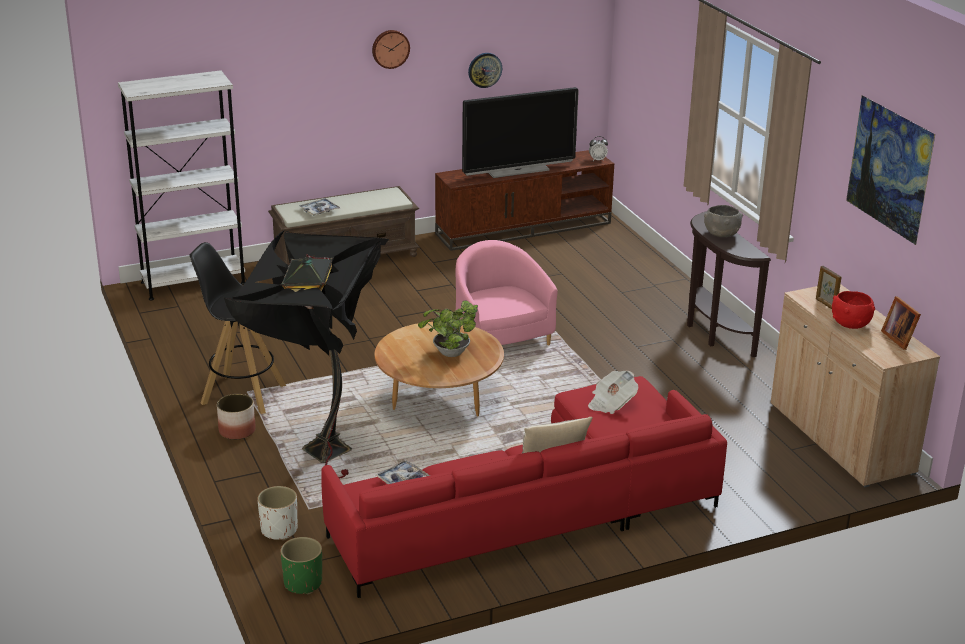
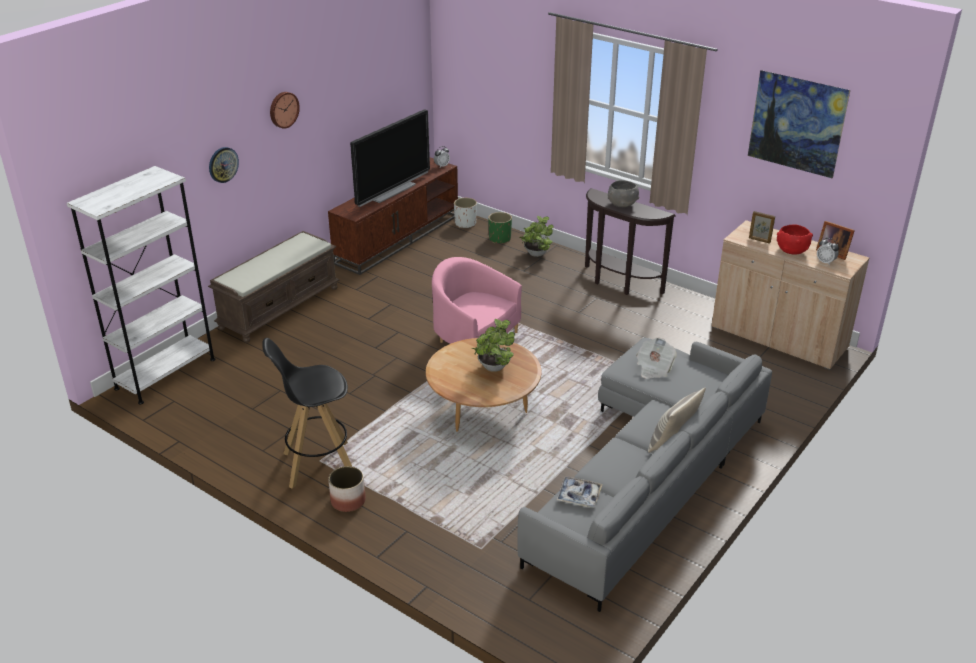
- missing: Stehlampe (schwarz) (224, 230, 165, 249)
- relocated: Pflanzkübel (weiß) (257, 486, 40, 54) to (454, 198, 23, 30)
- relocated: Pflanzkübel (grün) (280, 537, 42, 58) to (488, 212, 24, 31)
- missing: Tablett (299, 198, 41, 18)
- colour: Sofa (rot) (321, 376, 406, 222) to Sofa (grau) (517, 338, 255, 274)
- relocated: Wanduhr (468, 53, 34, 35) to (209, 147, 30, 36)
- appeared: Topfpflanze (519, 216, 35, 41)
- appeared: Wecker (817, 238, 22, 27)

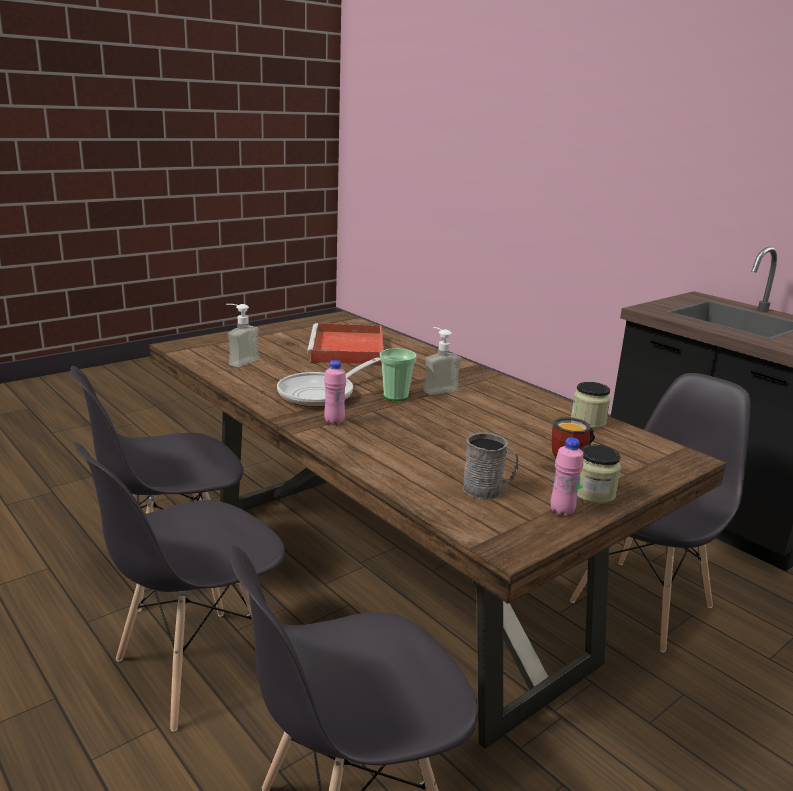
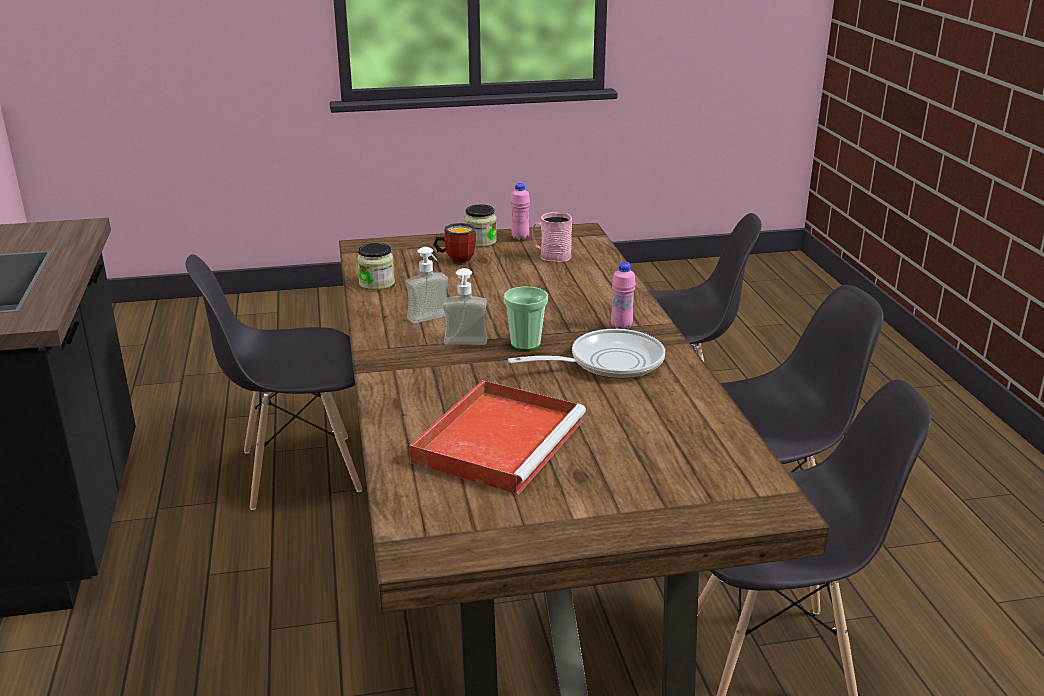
- relocated: Seifenspender (226, 304, 33, 63) to (405, 247, 43, 76)
- colour: Henkelbecher (grau) (463, 433, 55, 66) to Henkelbecher (rosa) (532, 212, 40, 50)

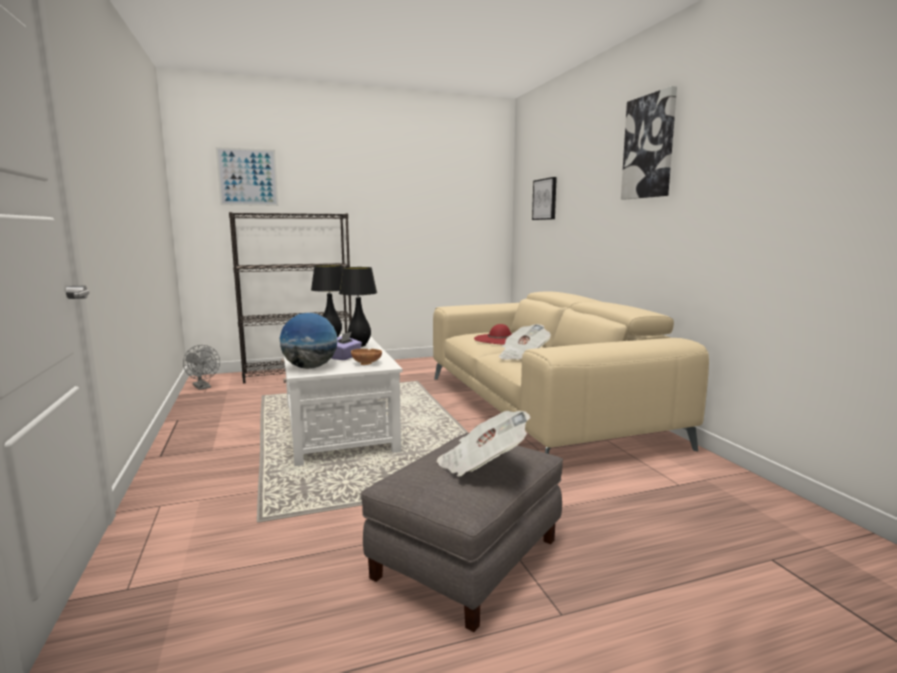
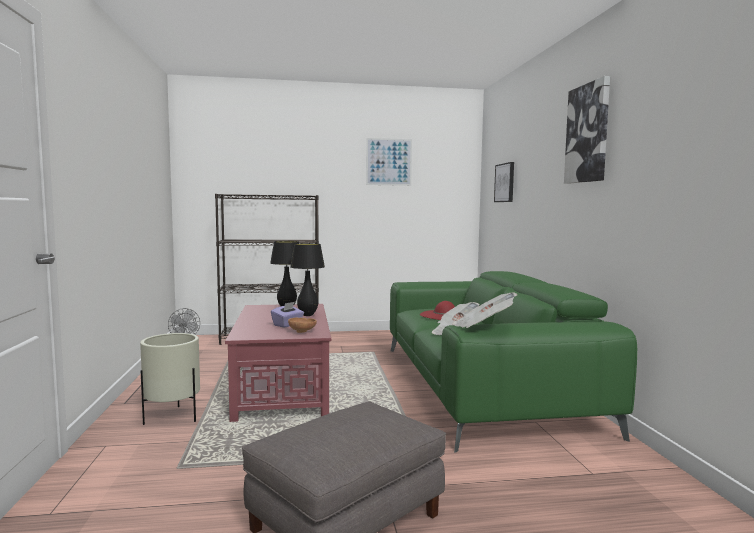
- relocated: Bild (216, 147, 63, 59) to (366, 138, 46, 48)
- missing: Globus (280, 313, 57, 56)
- colour: Couchtisch (weiß) (281, 334, 122, 132) to Couchtisch (rot) (225, 304, 106, 118)
- colour: Sofa (beige) (433, 292, 276, 162) to Sofa (grün) (390, 271, 247, 182)
- relocated: Zeitung (437, 411, 94, 66) to (453, 292, 64, 36)
- appeared: Pflanzkübel (beige) (140, 333, 60, 92)

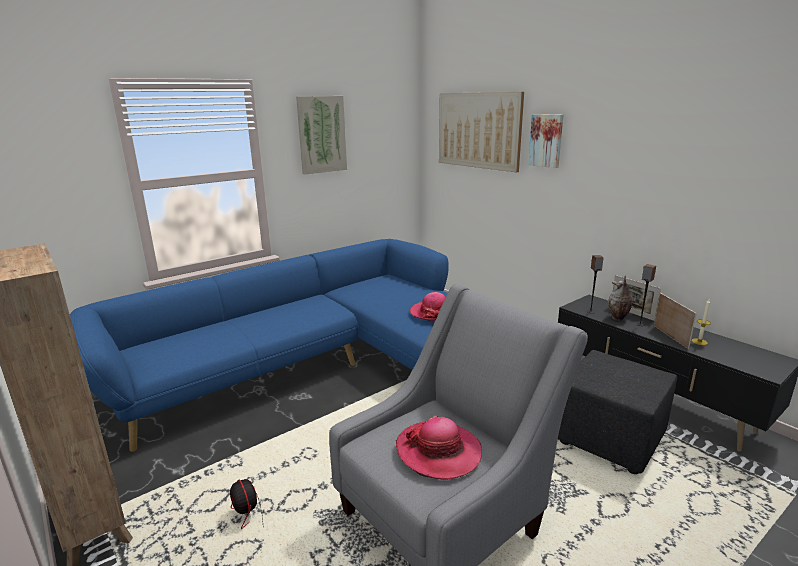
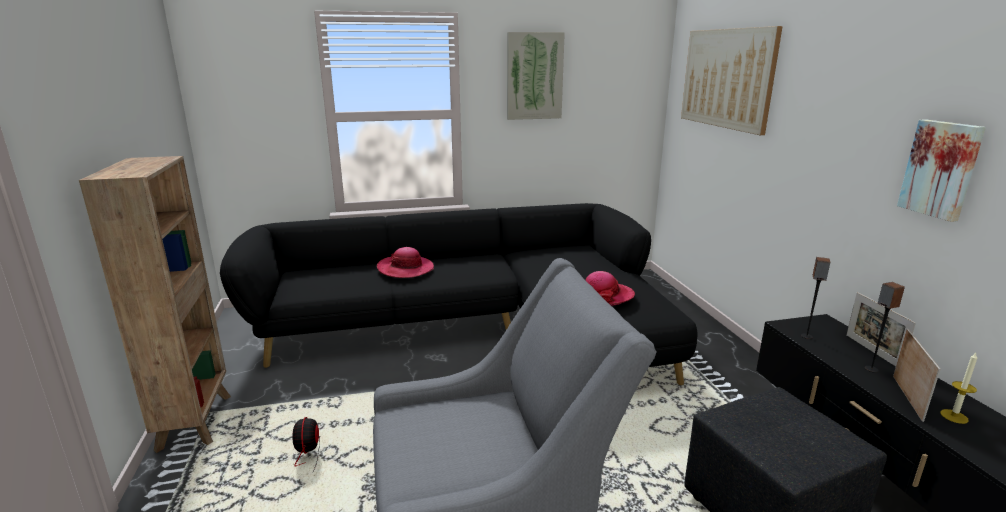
- colour: Sofa (blau) (70, 239, 379, 213) to Sofa (schwarz) (220, 203, 477, 182)
- relocated: Hut (396, 416, 86, 64) to (377, 247, 57, 31)
- relocated: Bild (528, 114, 36, 54) to (897, 119, 89, 103)
- missing: Vase (608, 276, 25, 45)

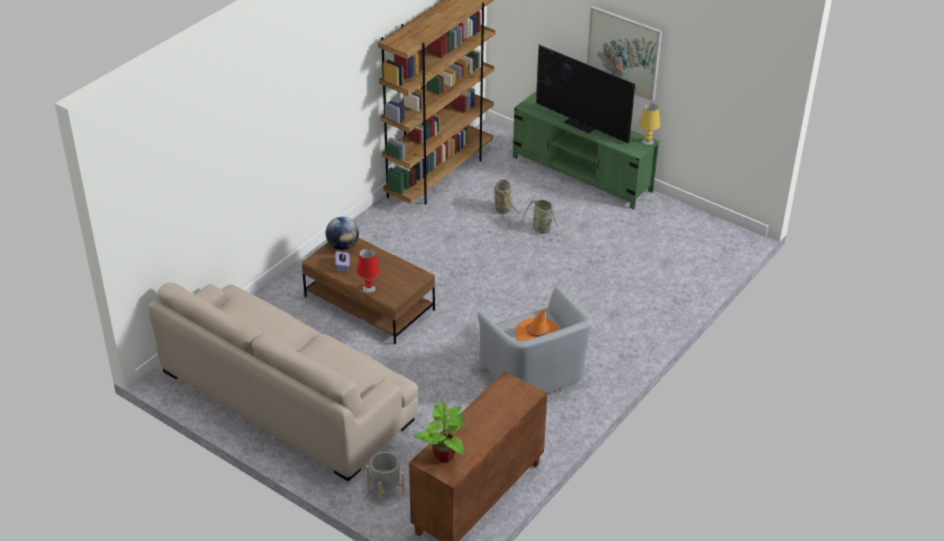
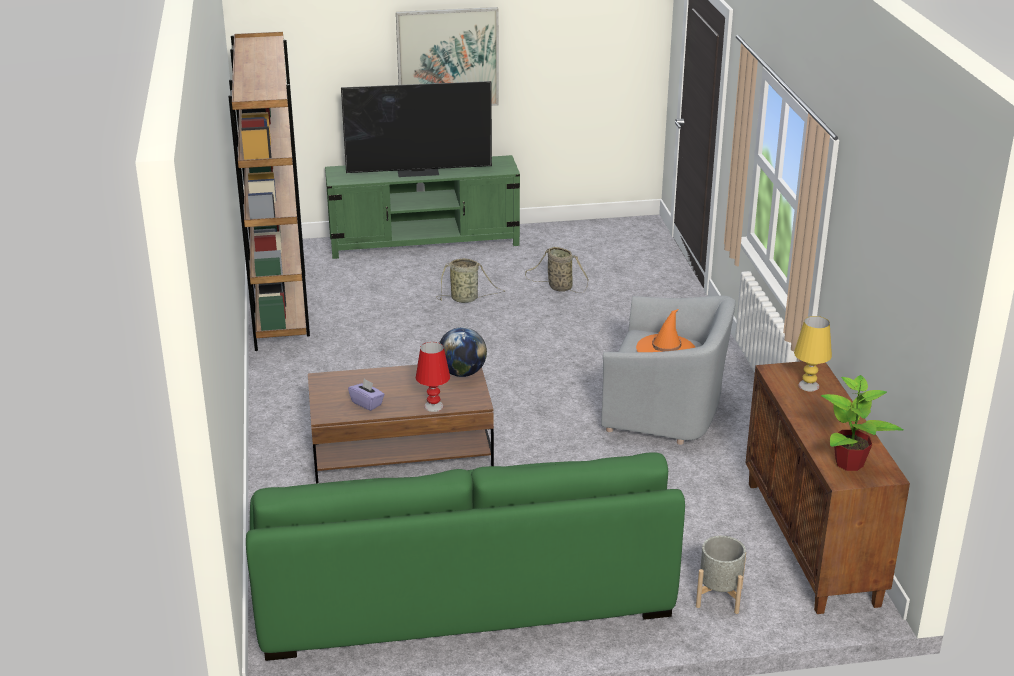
- colour: Sofa (beige) (148, 282, 270, 200) to Sofa (grün) (246, 452, 439, 209)
- relocated: Globus (326, 217, 33, 33) to (439, 327, 48, 50)
- relocated: Korb (493, 179, 26, 41) to (525, 247, 64, 46)
- relocated: Tischlampe (gelb) (639, 103, 21, 42) to (794, 316, 38, 75)

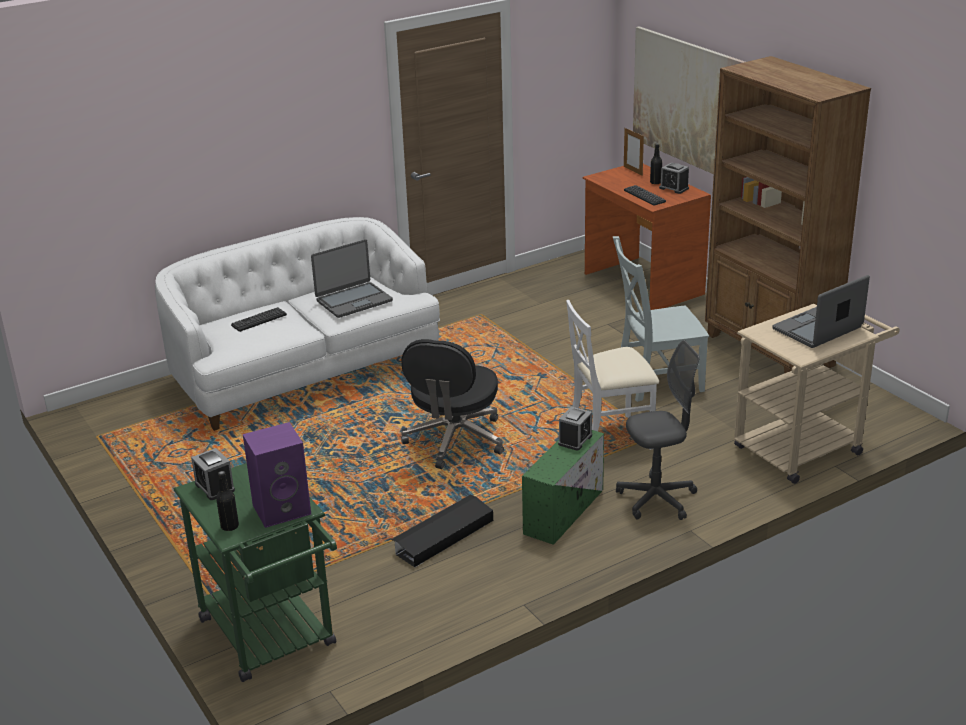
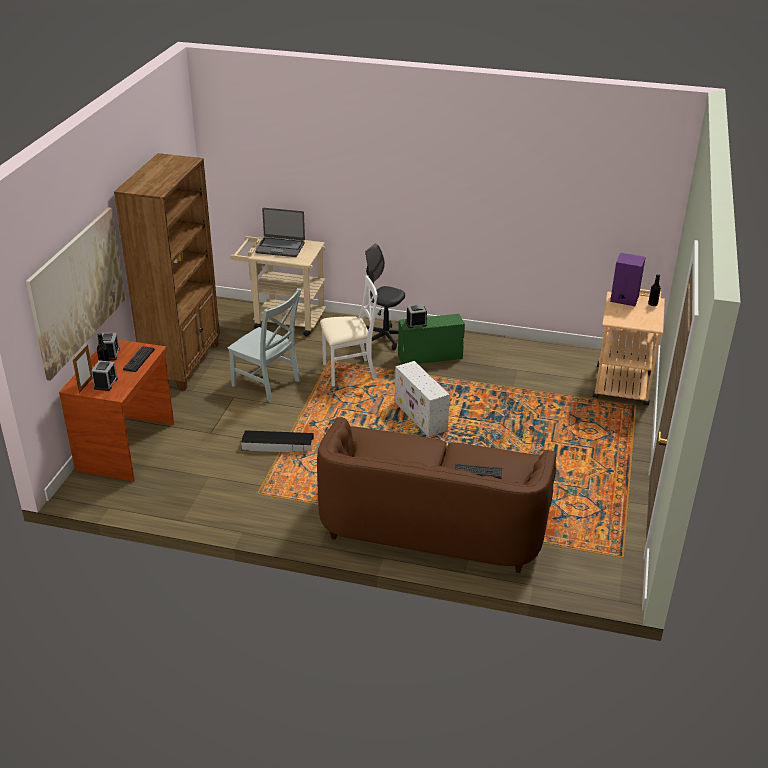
- colour: Sofa (weiß) (155, 217, 285, 214) to Sofa (braun) (317, 417, 239, 156)
- colour: Rollwagen (grün) (174, 463, 163, 219) to Rollwagen (beige) (593, 289, 72, 116)
- relocated: Wecker (191, 448, 44, 52) to (91, 360, 27, 31)
- missing: Laptop (311, 239, 82, 79)
- relocated: Aufbewahrungsbox (schwarz) (391, 494, 102, 73) to (241, 430, 73, 22)
- exchanged: Bürostuhl (schwarz) (401, 339, 103, 130) to Aufbewahrungsbox (weiß) (395, 361, 55, 76)
- spun: Stuhl (weiß) (566, 300, 93, 150) = (320, 276, 57, 111) 45 degrees counterclockwise

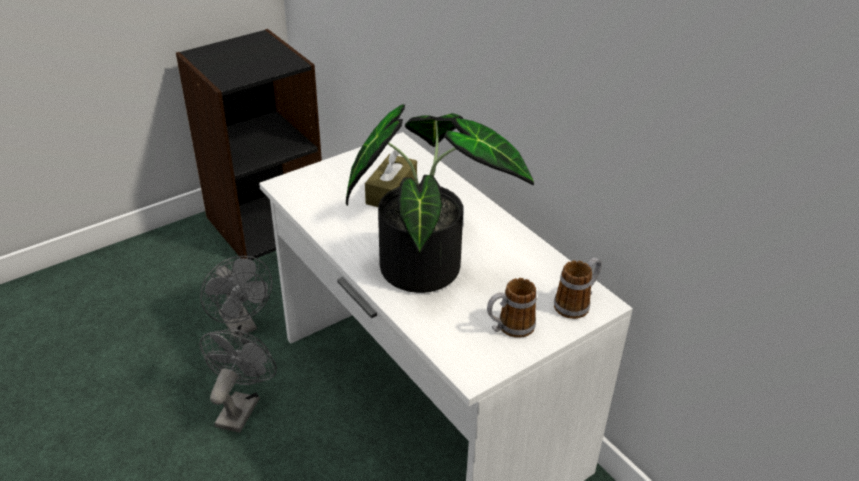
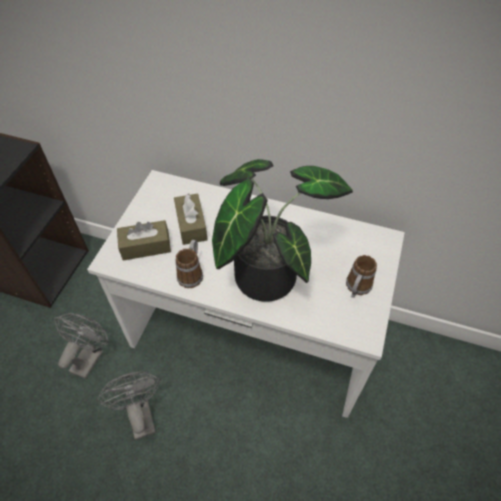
- spun: Ventilator (grau) (200, 256, 72, 82) = (54, 313, 55, 66) 90 degrees counterclockwise
- relocated: Henkelbecher (554, 257, 48, 62) to (175, 240, 28, 48)
- appeared: Taschentuchbox (braun) (117, 220, 54, 41)

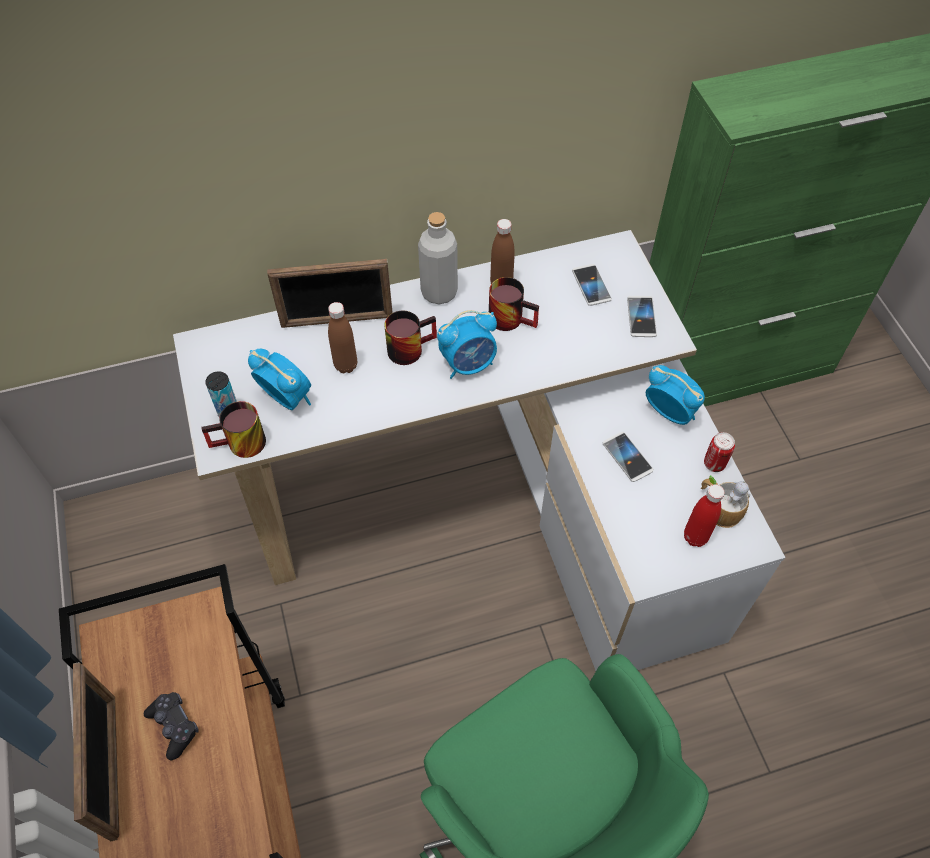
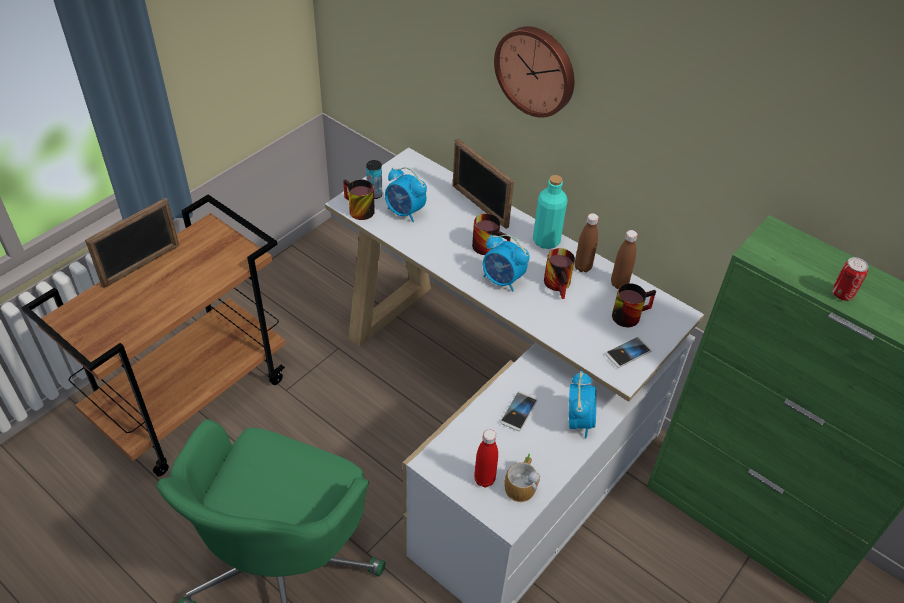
- missing: Gamepad (schwarz) (144, 692, 55, 68)
- spun: Wecker (248, 349, 63, 61) = (385, 167, 42, 55) 120 degrees clockwise
- relocated: Flasche (braun) (328, 302, 29, 71) to (611, 230, 27, 59)
- colour: Flasche (grau) (418, 212, 40, 92) to Flasche (türkis) (533, 175, 35, 74)
- exchanged: Handy (572, 264, 40, 42) to Henkelbecher (612, 283, 44, 44)
- relocated: Dose (704, 432, 31, 40) to (832, 257, 36, 44)
- appeared: Wanduhr (494, 26, 80, 92)

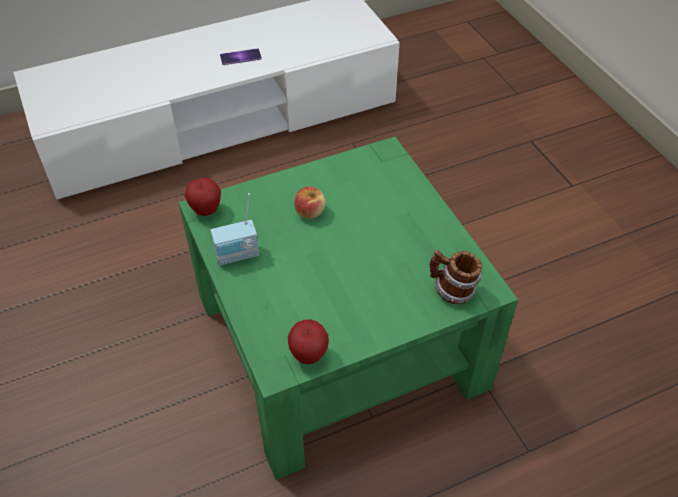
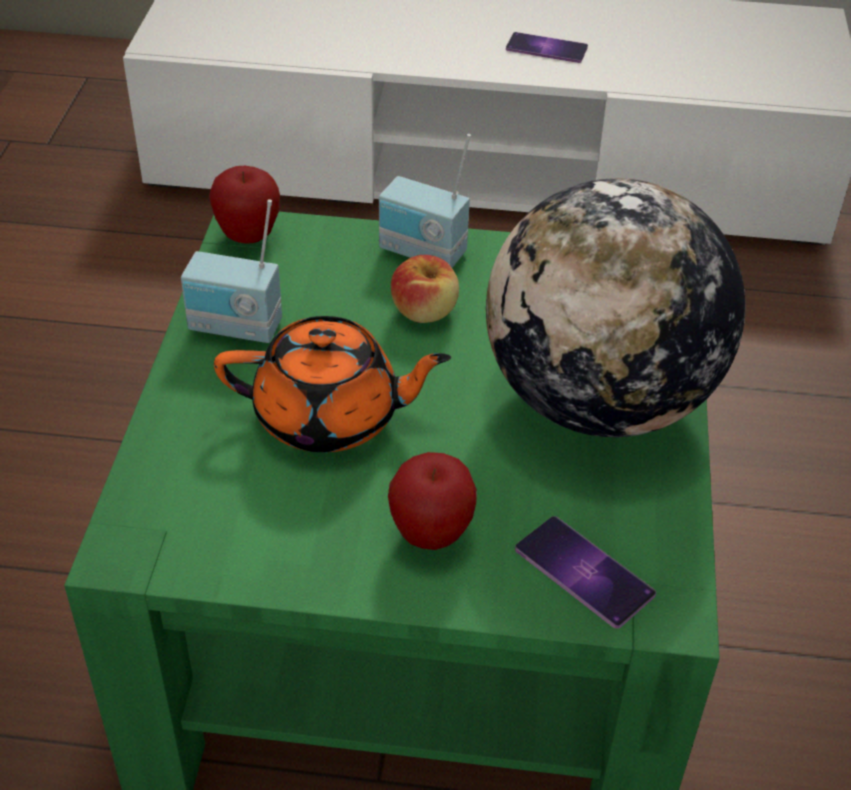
- relocated: Apfel (288, 319, 41, 45) to (388, 452, 89, 98)
- exchanged: Henkelbecher (429, 250, 53, 54) to Handy (515, 516, 141, 112)
- appeared: Teekanne (orange) (214, 316, 237, 136)
- appeared: Radio (379, 134, 92, 134)
- appeared: Globus (486, 178, 259, 259)

